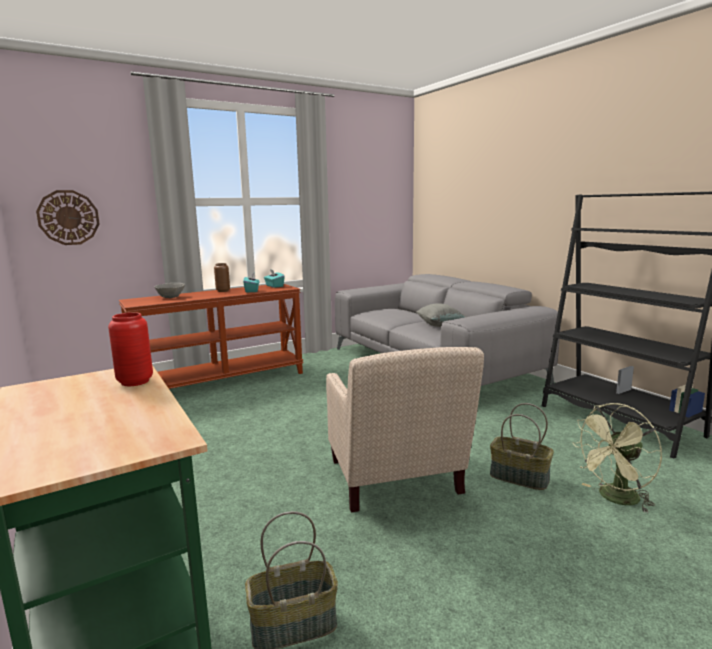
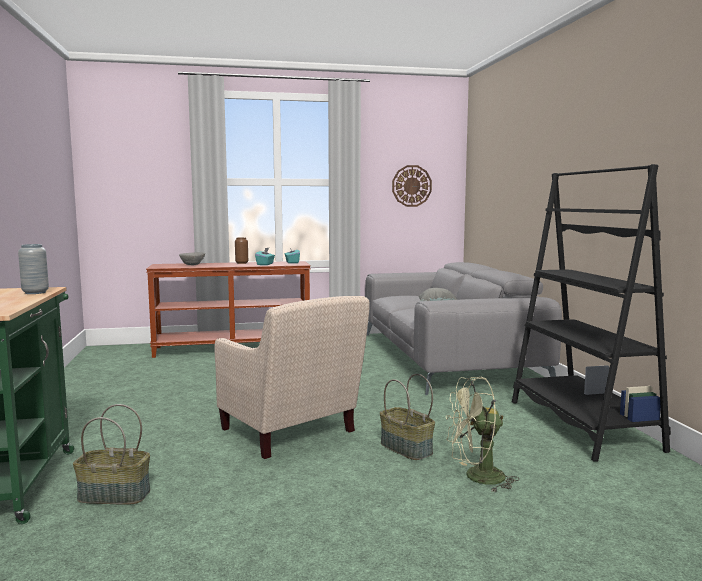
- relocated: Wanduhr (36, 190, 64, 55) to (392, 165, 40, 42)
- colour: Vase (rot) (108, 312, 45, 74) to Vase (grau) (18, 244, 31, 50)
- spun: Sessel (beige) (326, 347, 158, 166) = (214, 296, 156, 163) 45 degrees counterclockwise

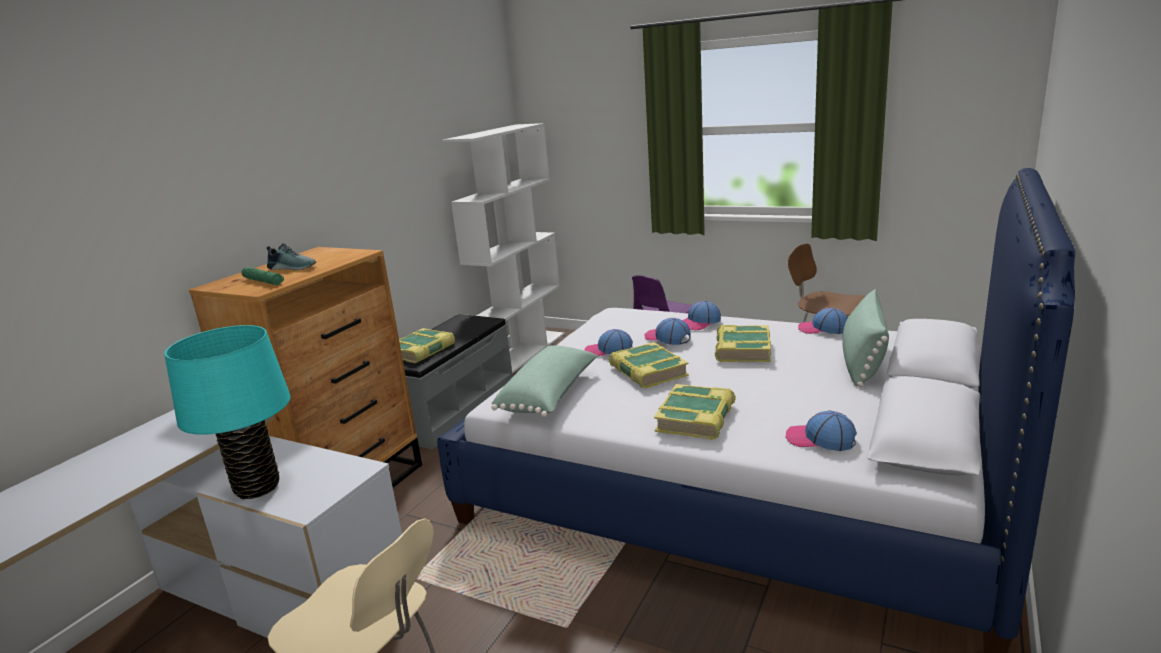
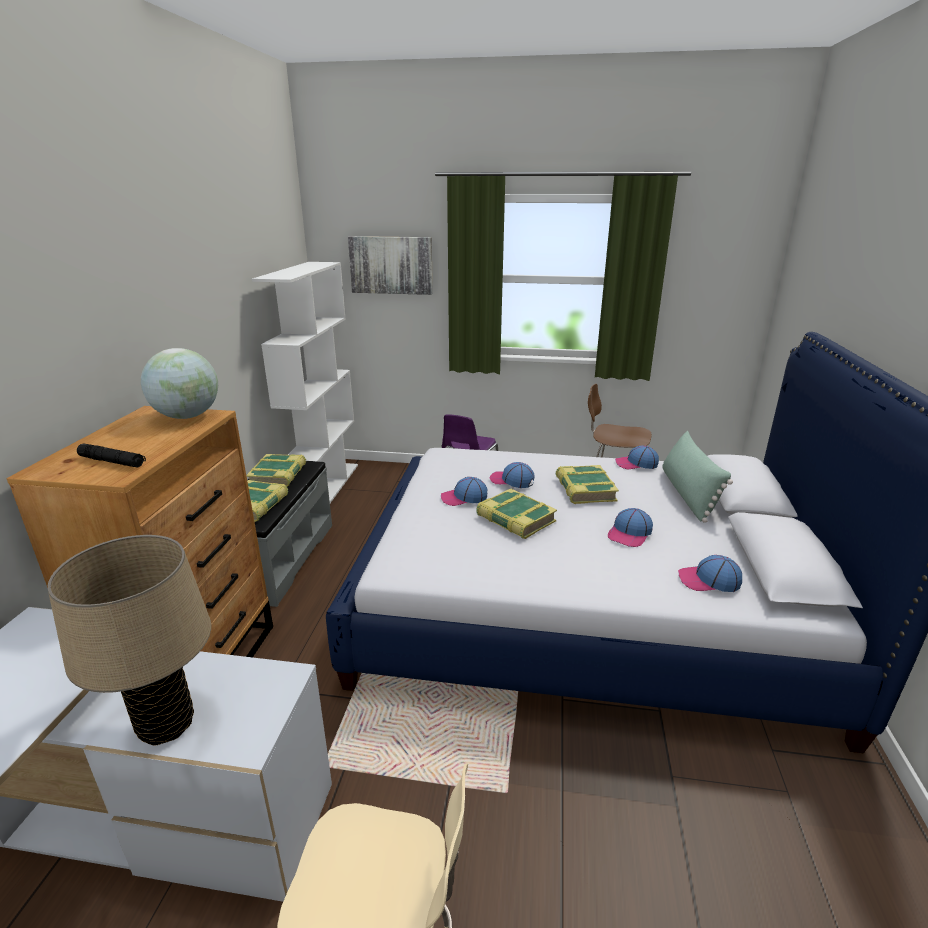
- colour: Tischlampe (türkis) (164, 325, 127, 174) to Tischlampe (beige) (48, 535, 163, 211)
- colour: Taschenlampe (grün) (242, 267, 42, 18) to Taschenlampe (schwarz) (77, 444, 69, 24)
- missing: Schuh (267, 243, 49, 27)
- missing: Kissen (grün) (492, 345, 106, 72)
- relocated: Buch (654, 384, 82, 56) to (246, 454, 60, 33)
- relocated: Kappe (683, 301, 38, 29) to (608, 508, 45, 39)
- appeared: Globus (141, 348, 77, 71)
- appeared: Bild (348, 236, 85, 59)

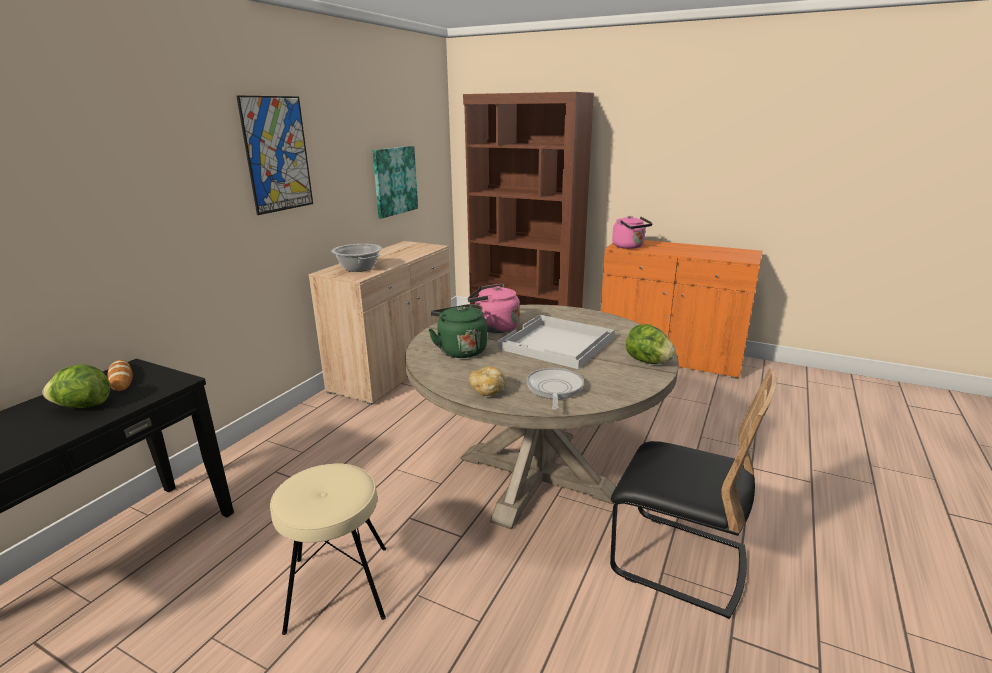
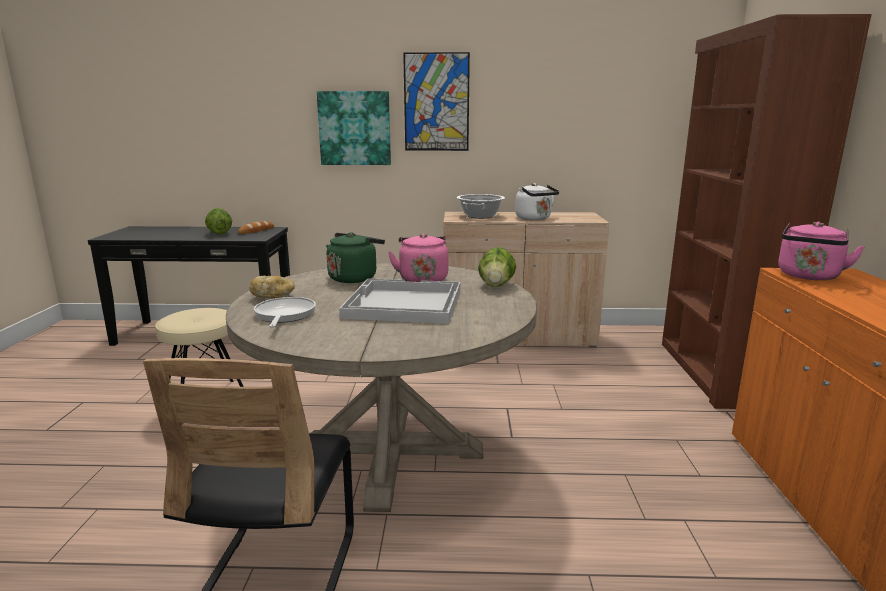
- relocated: Bild (372, 146, 46, 72) to (317, 91, 74, 74)
- spun: Pfanne (526, 368, 58, 42) = (254, 297, 62, 31) 75 degrees counterclockwise
- relocated: Salatkopf (626, 324, 50, 40) to (478, 247, 38, 40)
- appeared: Wasserkessel (weiß) (515, 183, 44, 37)

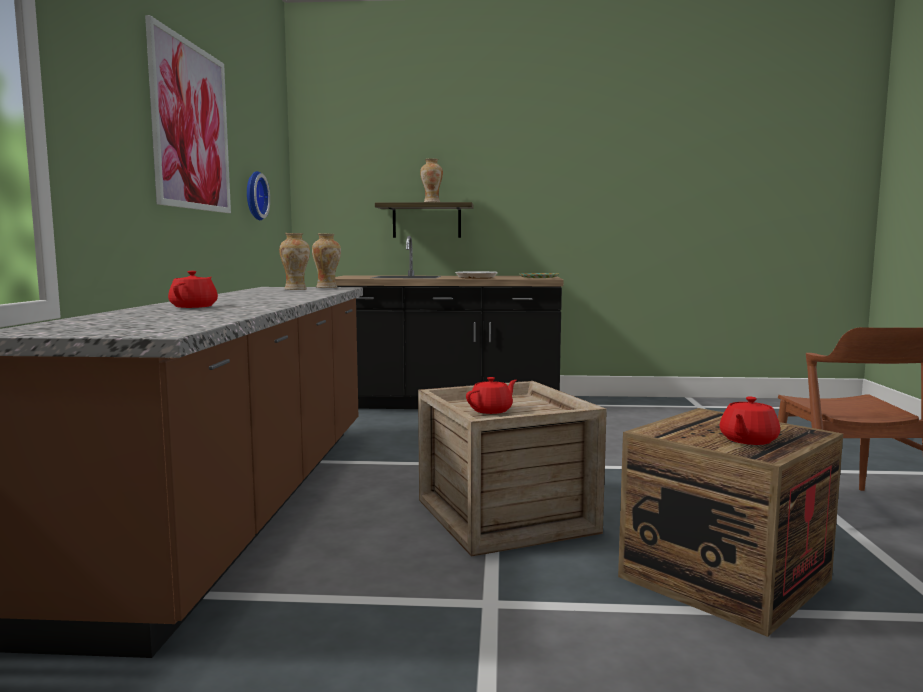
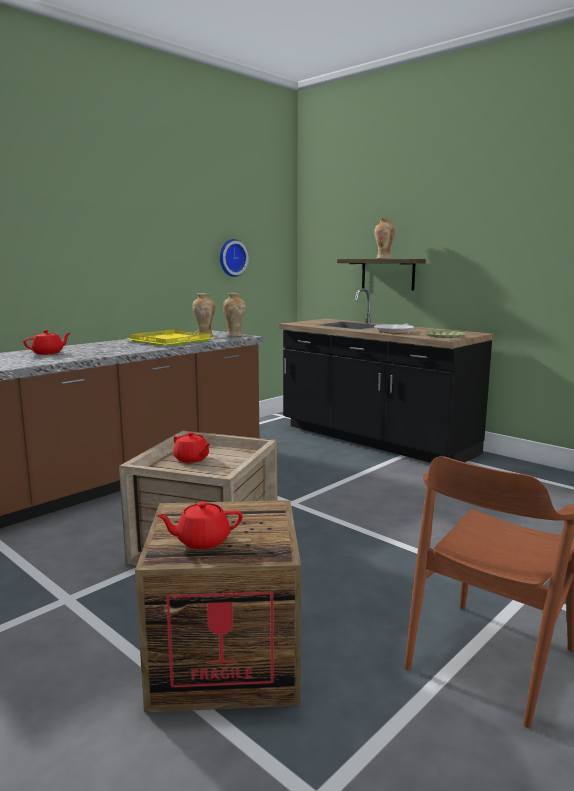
- missing: Bild (145, 15, 86, 198)
- spun: Teekanne (rot) (466, 377, 51, 37) = (173, 432, 38, 31) 45 degrees clockwise
- appeared: Tablett (gelb) (127, 329, 86, 16)

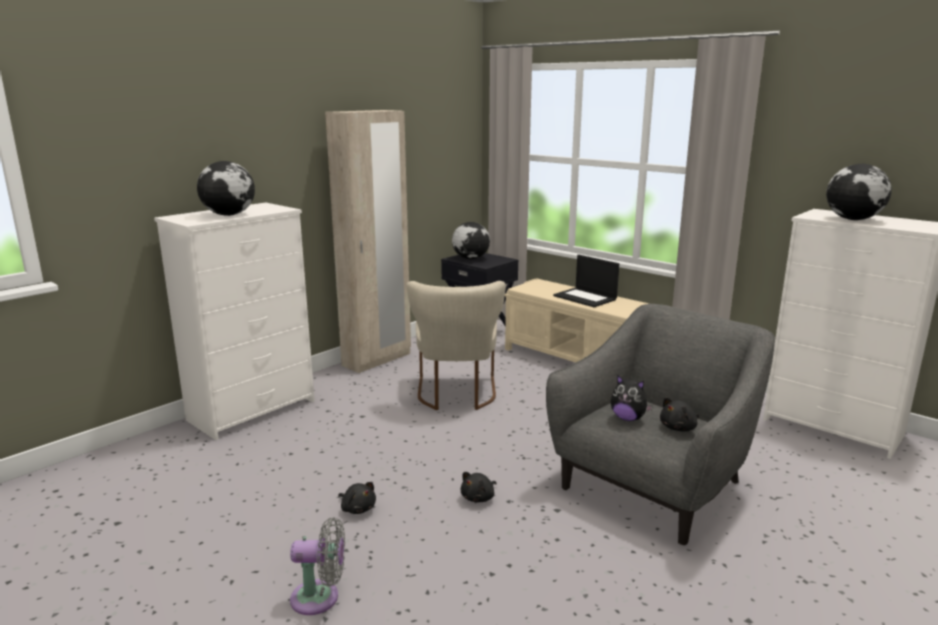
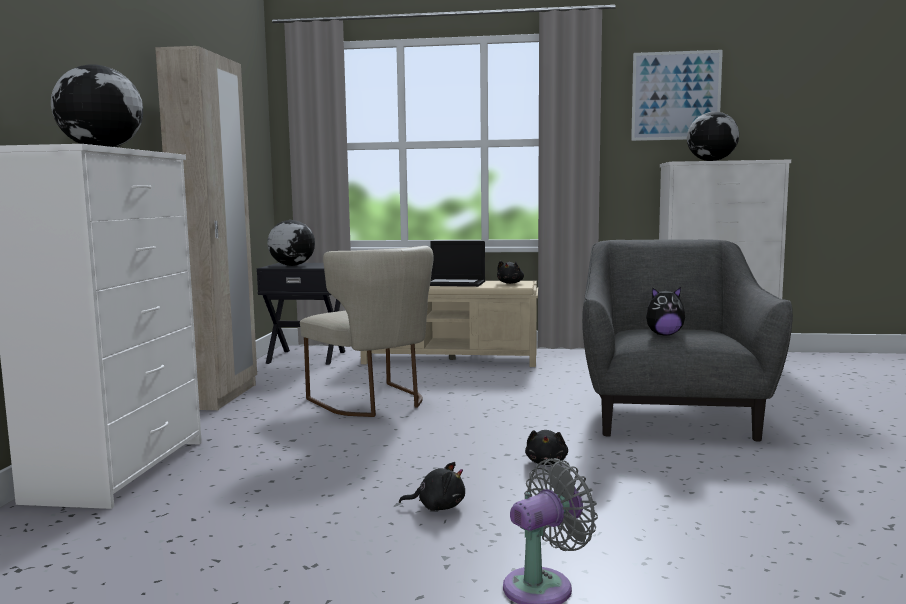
- relocated: Plüschtier (schwarz) (660, 397, 39, 35) to (497, 261, 27, 23)
- appeared: Bild (631, 50, 92, 91)

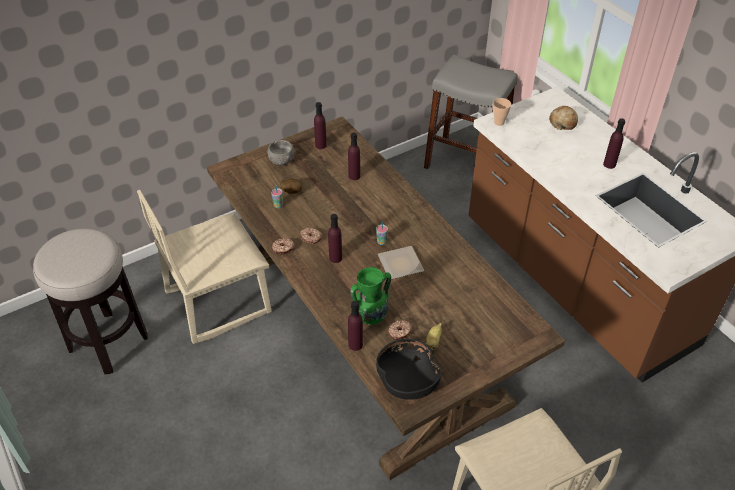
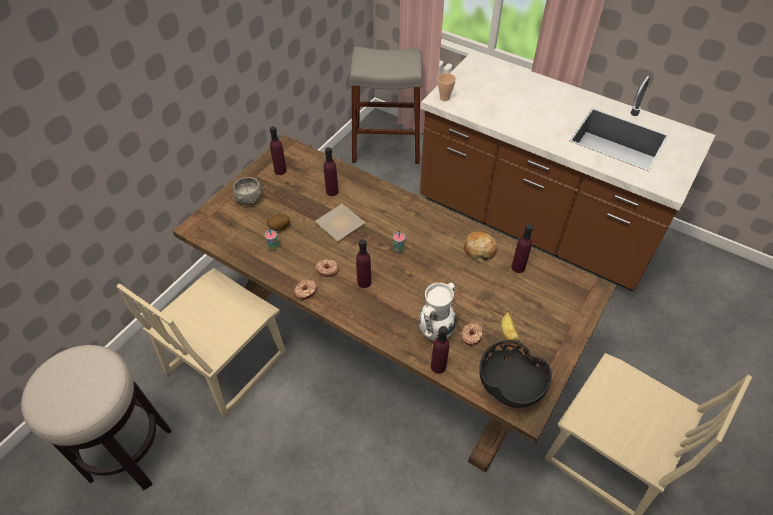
- colour: Vase (grün) (351, 267, 40, 58) to Vase (weiß) (418, 283, 38, 58)
- relocated: Teller (378, 246, 46, 33) to (315, 204, 50, 37)
- relocated: Brot (549, 106, 29, 24) to (464, 231, 33, 31)
- relocated: Flasche (lila) (603, 118, 22, 51) to (511, 224, 22, 49)

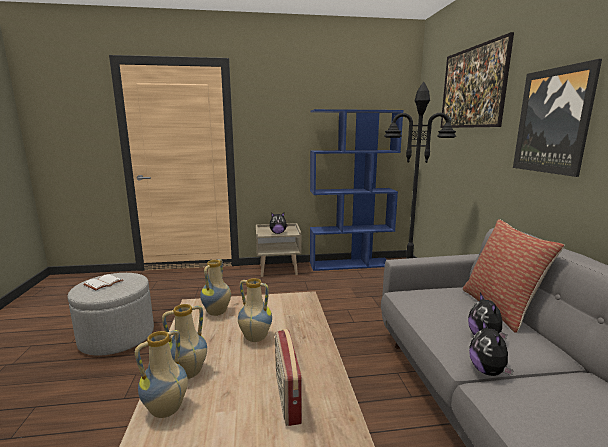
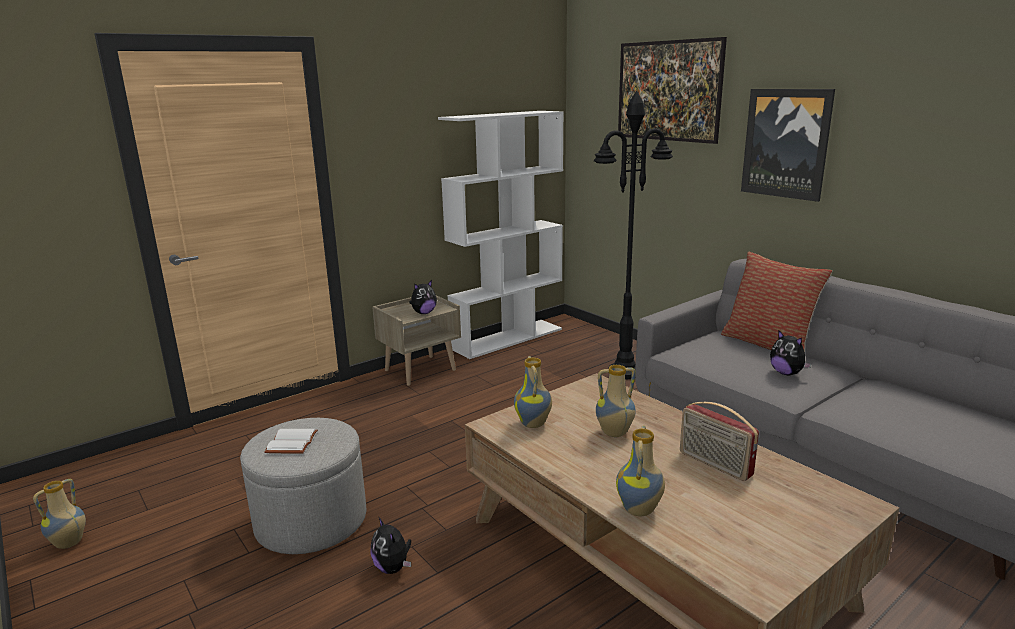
- relocated: Vase (162, 304, 45, 75) to (33, 479, 53, 70)
- colour: Bücherregal (blau) (310, 109, 94, 162) to Bücherregal (weiß) (438, 111, 126, 248)
- relocated: Plüschtier (469, 320, 45, 56) to (370, 517, 41, 57)

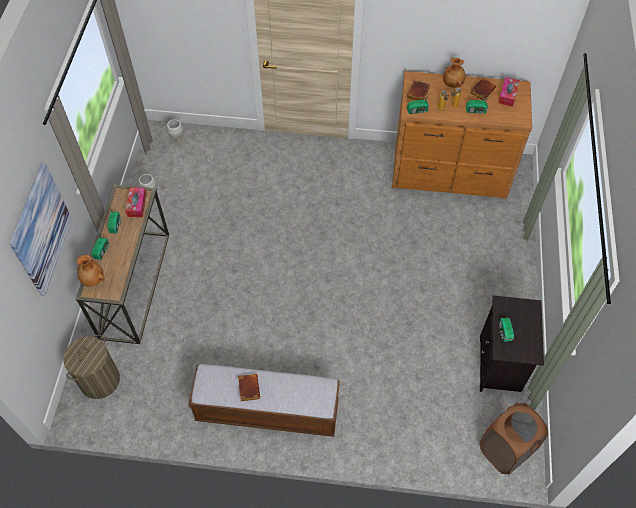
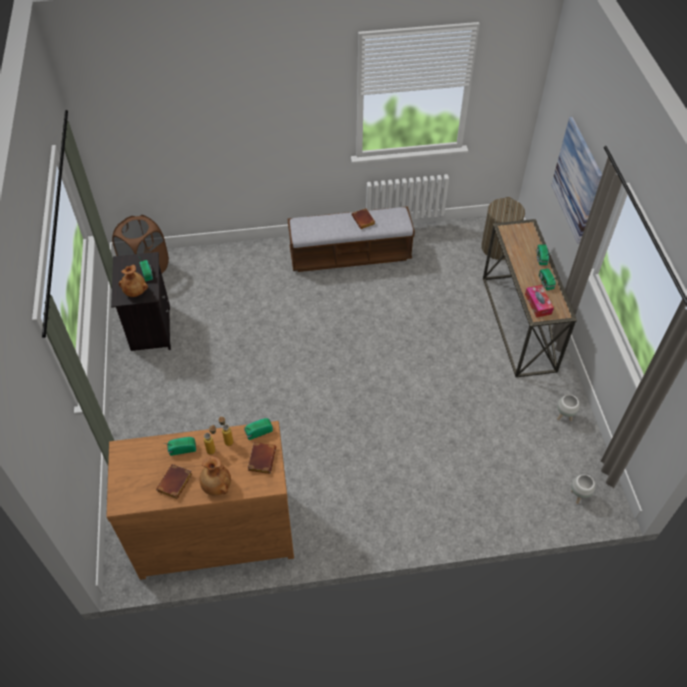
- relocated: Vase (braun) (77, 255, 27, 32) to (119, 265, 29, 32)
- missing: Taschentuchbox (498, 77, 22, 30)

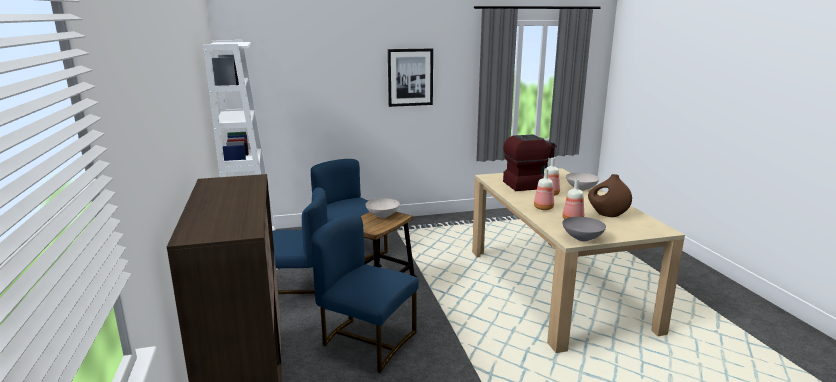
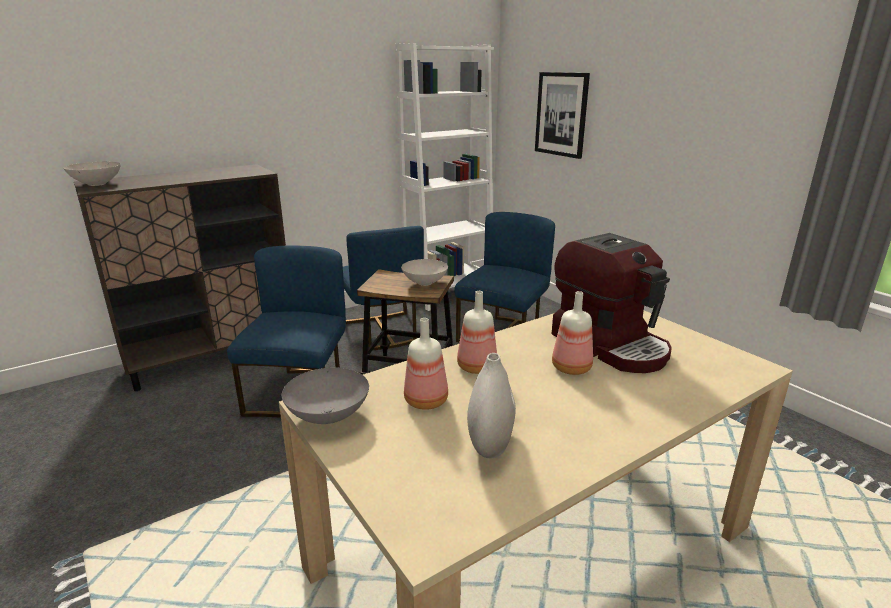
- relocated: Bild (388, 48, 45, 59) to (535, 72, 55, 87)
- relocated: Schüssel (weiß) (566, 173, 34, 18) to (63, 162, 58, 24)
- colour: Vase (braun) (588, 174, 44, 43) to Vase (weiß) (467, 353, 49, 105)

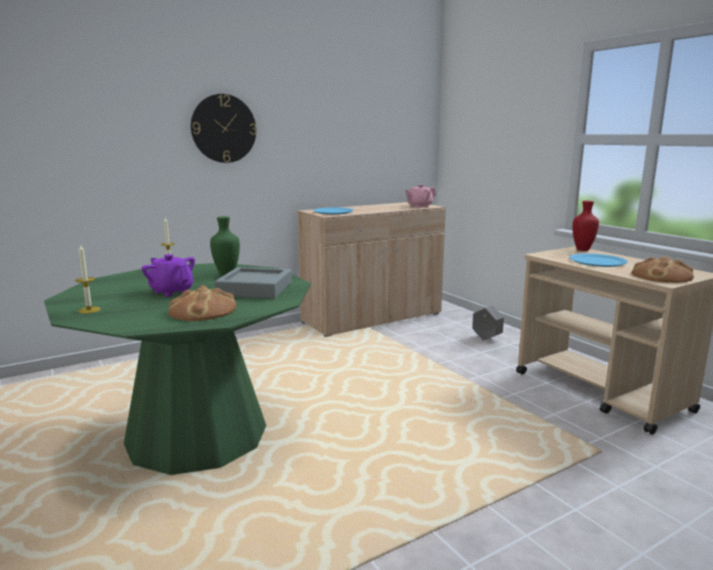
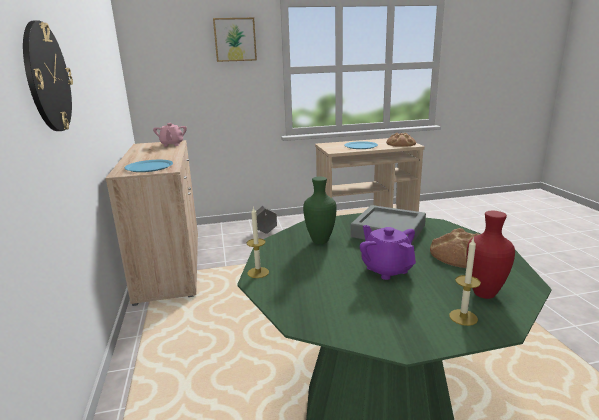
- spun: Teekanne (lila) (142, 254, 53, 43) = (360, 225, 56, 55) 90 degrees clockwise
- relocated: Vase (rot) (573, 201, 26, 50) to (466, 211, 49, 88)
- appeared: Bild (213, 18, 44, 44)

